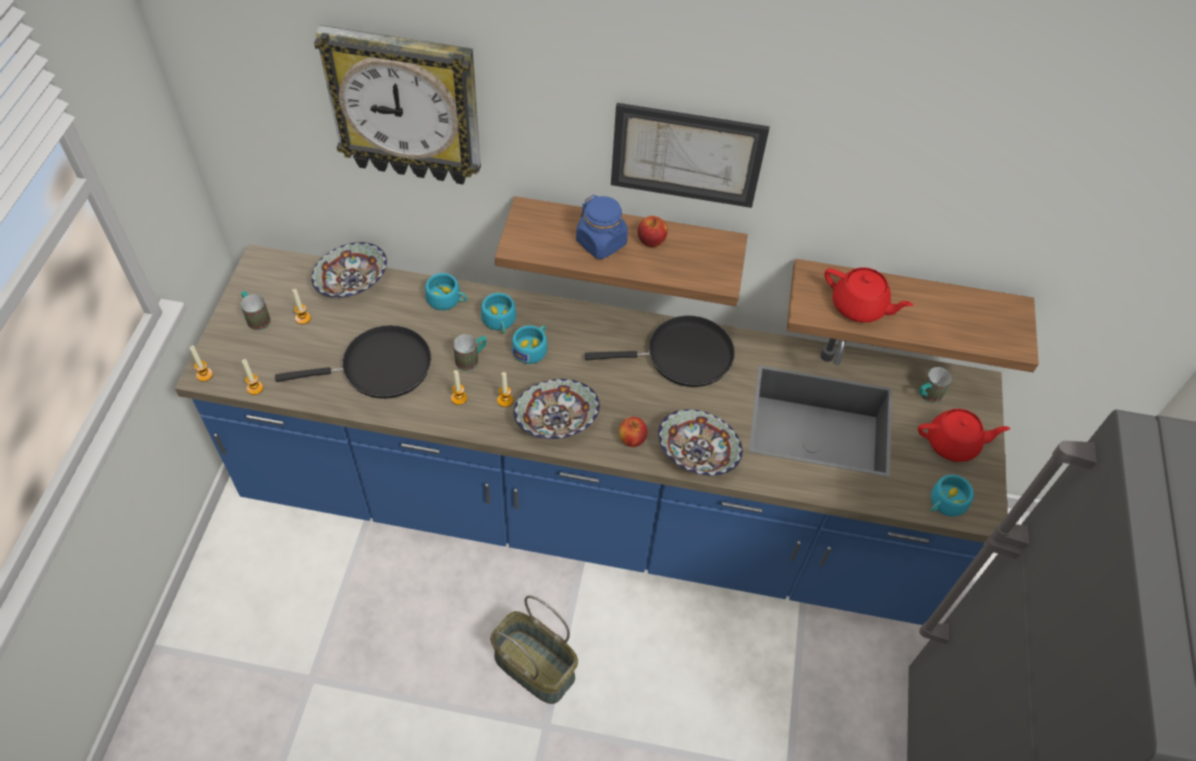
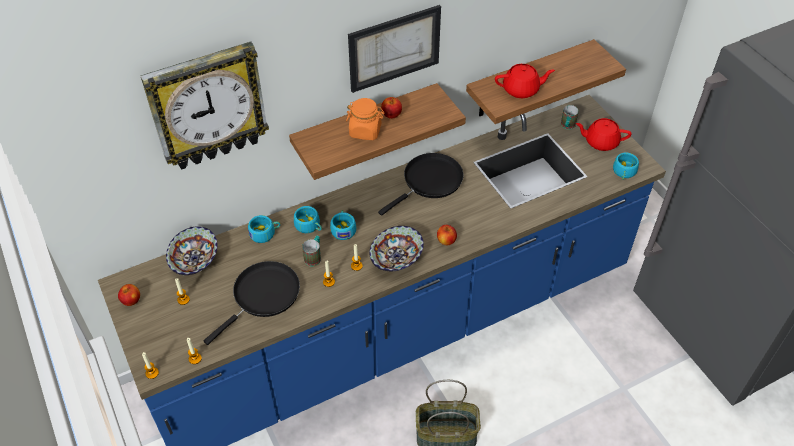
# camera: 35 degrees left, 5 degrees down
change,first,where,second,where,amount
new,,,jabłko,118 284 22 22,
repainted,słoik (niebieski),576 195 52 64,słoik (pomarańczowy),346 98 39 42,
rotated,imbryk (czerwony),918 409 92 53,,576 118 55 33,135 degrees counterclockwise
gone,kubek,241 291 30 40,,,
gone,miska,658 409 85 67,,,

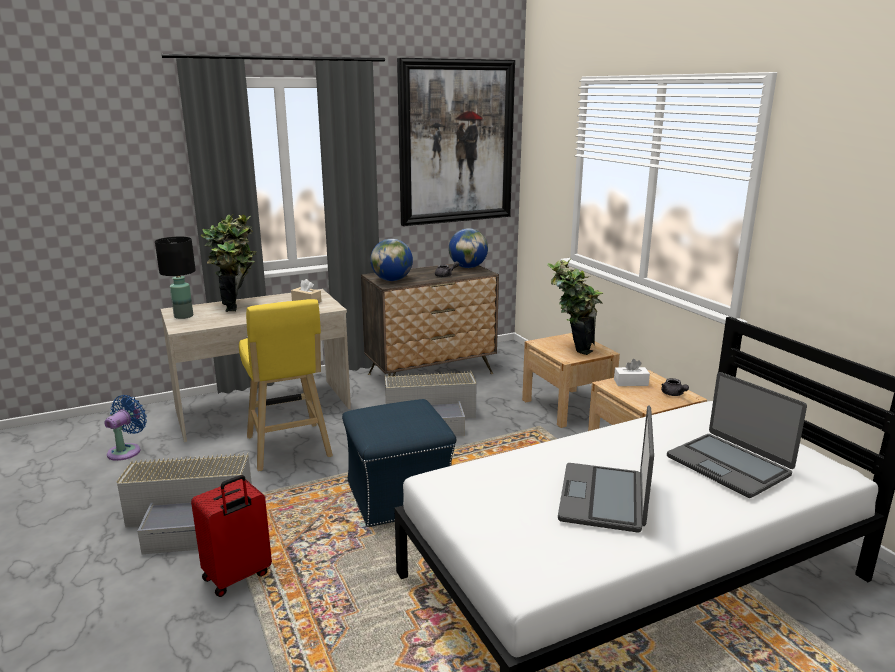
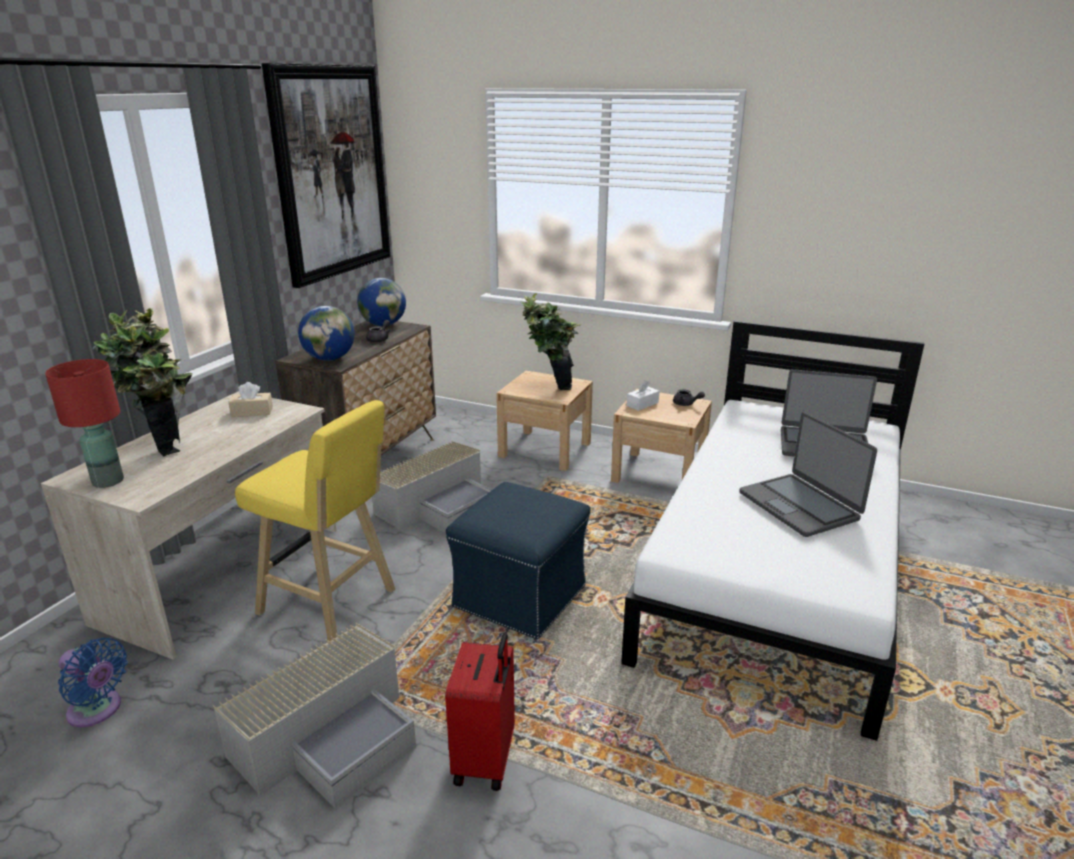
# camera: 40 degrees left, 5 degrees up
change,first,where,second,where,amount
repainted,lampa stołowa (czarny),155 237 41 82,lampa stołowa (czerwony),45 359 79 129,
rotated,wentylator (niebieski),104 395 43 66,,58 638 70 89,135 degrees clockwise

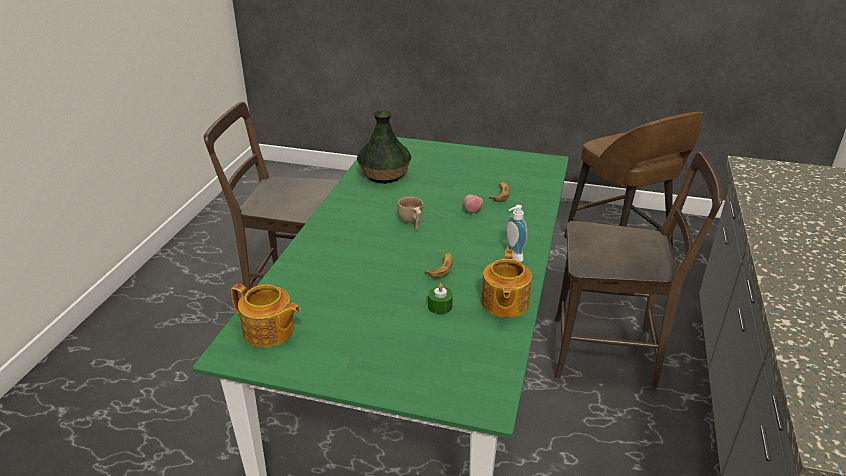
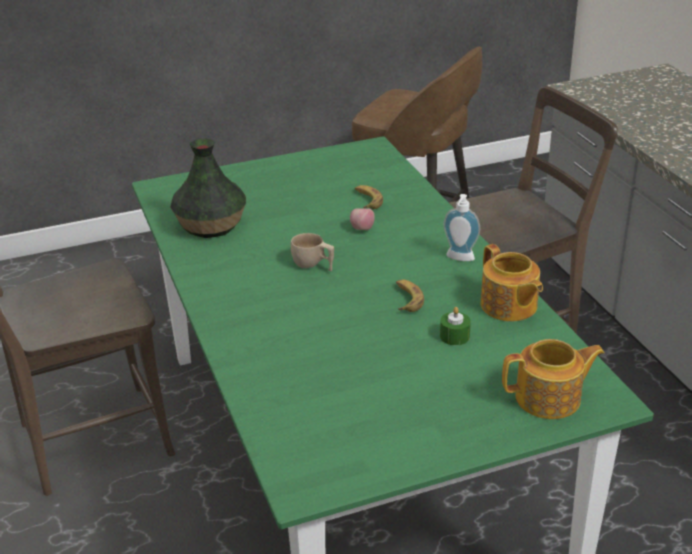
# camera: 35 degrees left, 0 degrees up
change,first,where,second,where,amount
shifted,imbryk,231 284 70 64,,502 339 103 80,

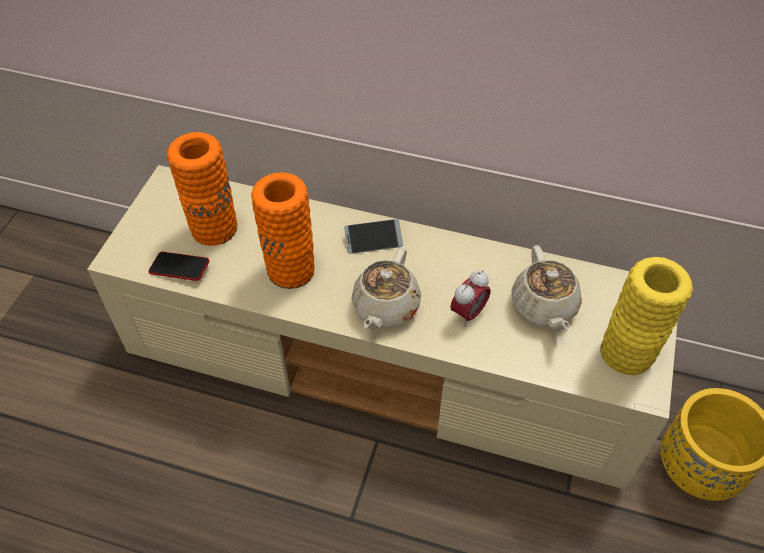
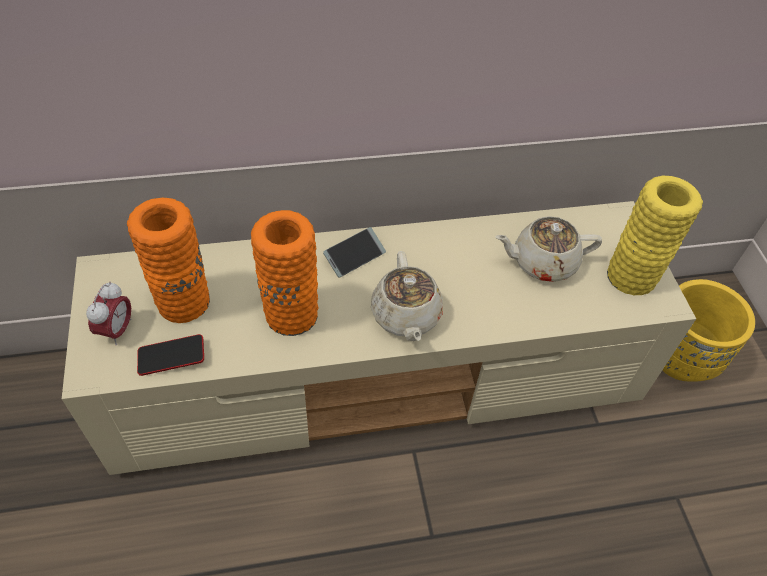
# camera: 30 degrees left, 0 degrees up
change,first,where,second,where,amount
shifted,budzik,450 270 40 56,,86 281 46 64,
rotated,imbryk (beżowy),511 245 71 86,,495 216 107 66,120 degrees clockwise

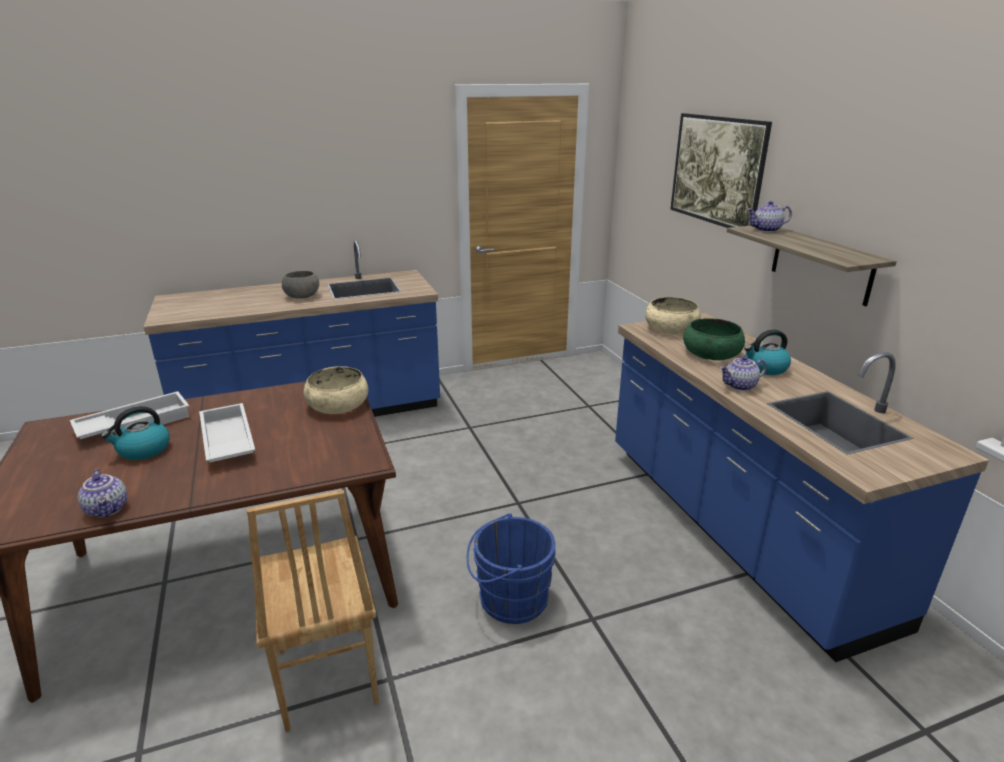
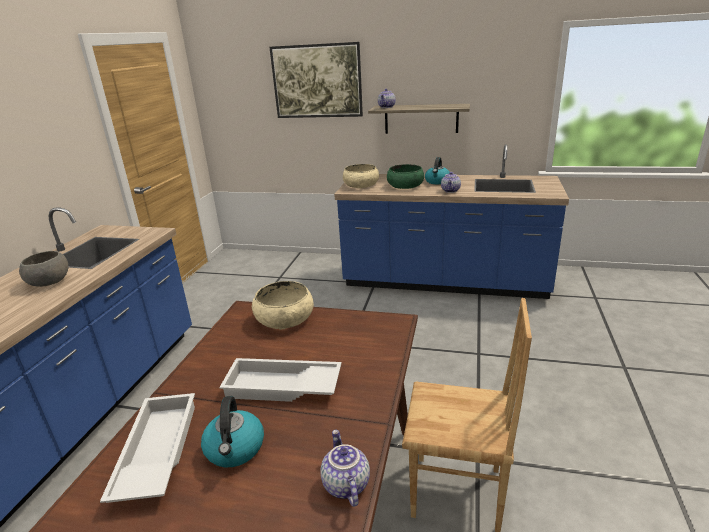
# camera: 55 degrees left, 0 degrees up
change,first,where,second,where,amount
rotated,imbryk,78 469 49 49,,320 430 50 77,105 degrees counterclockwise
gone,wiadro (niebieski),467 513 89 111,,,

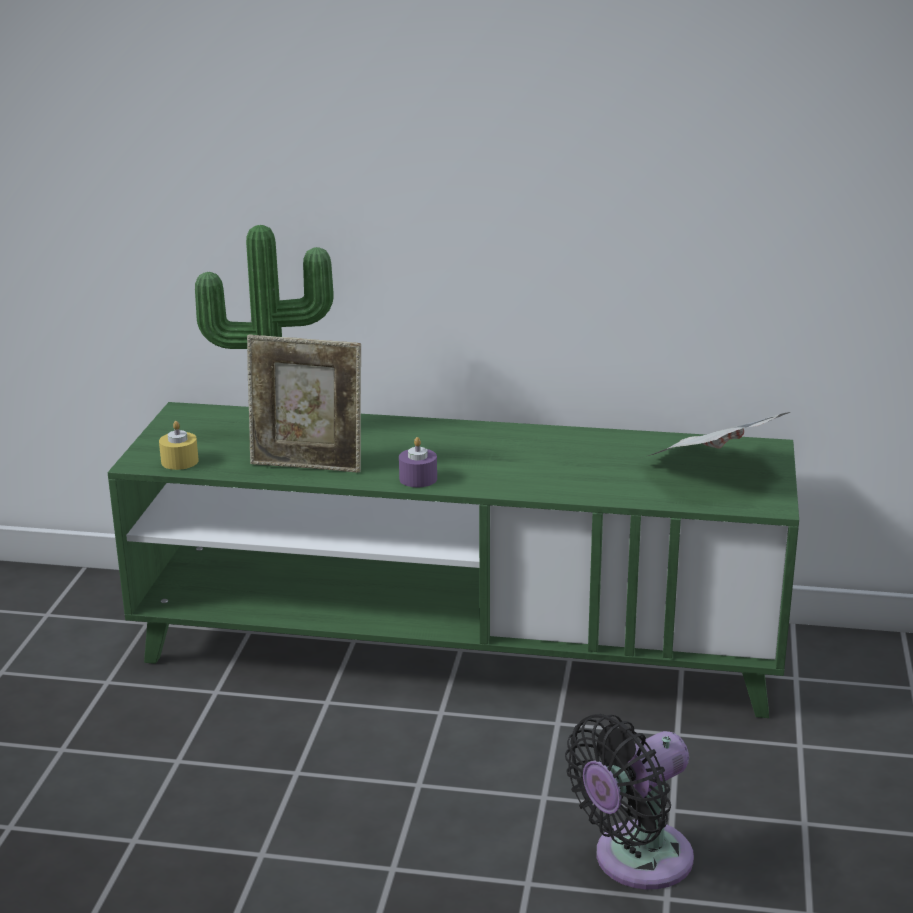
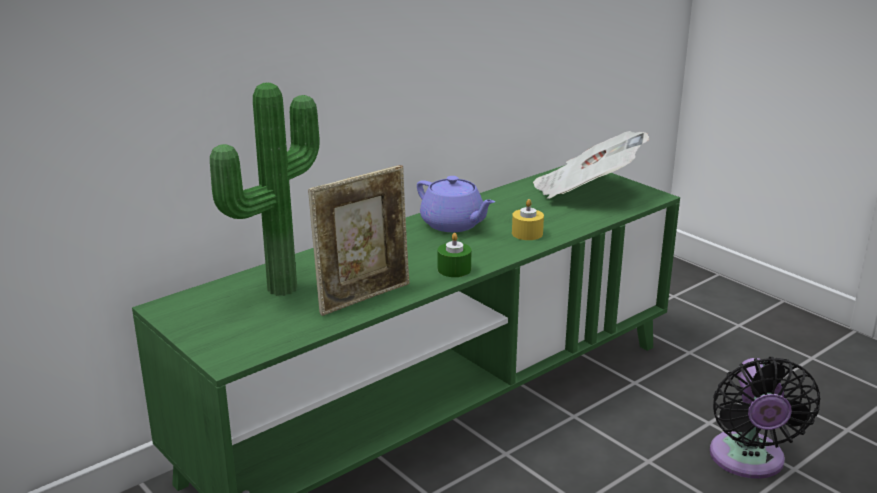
# camera: 50 degrees left, 0 degrees up
change,first,where,second,where,amount
new,,,imbryk (fioletowy),417 176 78 56,
repainted,świeca (fioletowy),399 437 38 50,świeca (zielony),438 233 33 44,
shifted,świeca (żółty),159 421 40 49,,512 199 32 41,

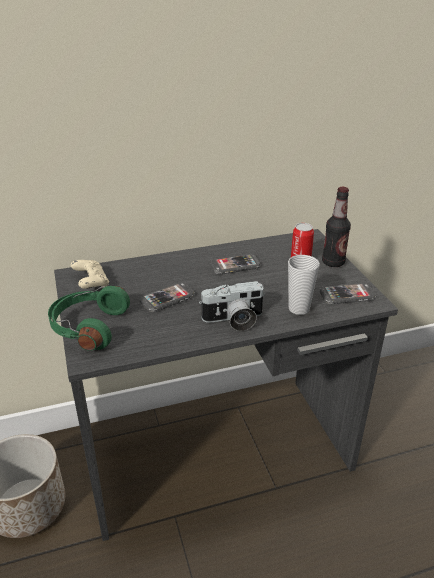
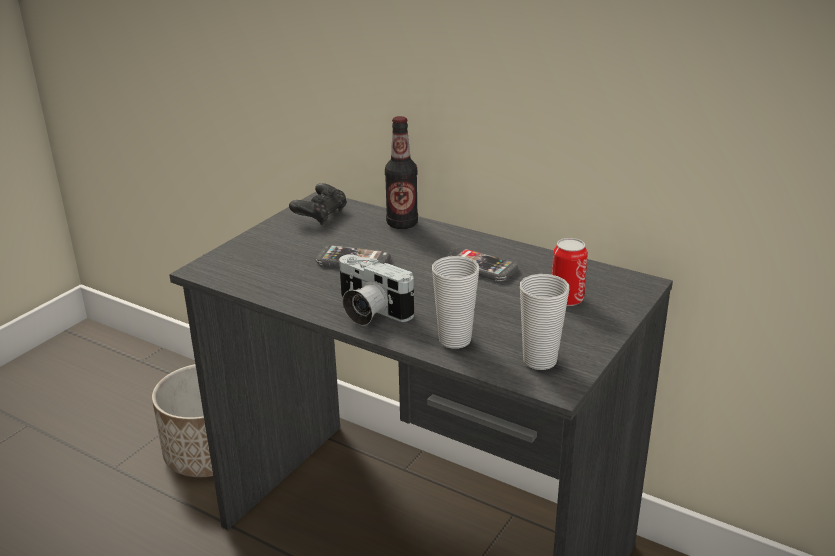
# camera: 50 degrees right, 5 degrees down
change,first,where,second,where,amount
repainted,pad do gier (beżowy),71 260 38 29,pad do gier (czarny),289 183 58 42,
shifted,butelka,322 187 29 80,,385 116 33 113,
swapped,telefon,320 283 56 21,filiżanka,520 274 49 96,
gone,słuchawki (zielony),48 286 82 65,,,

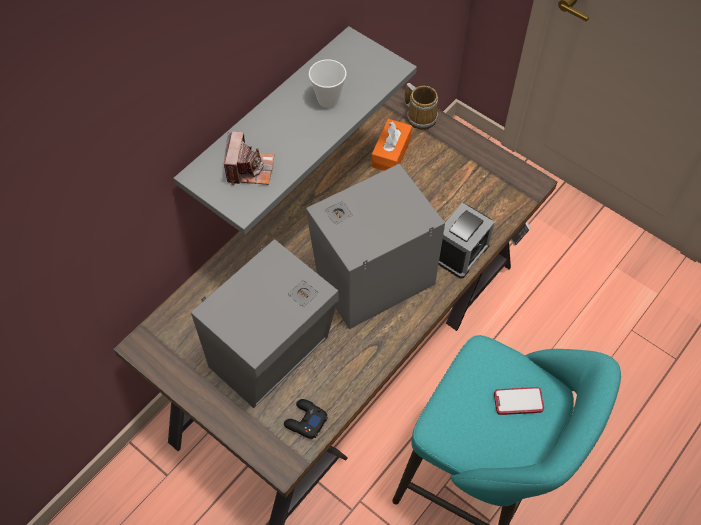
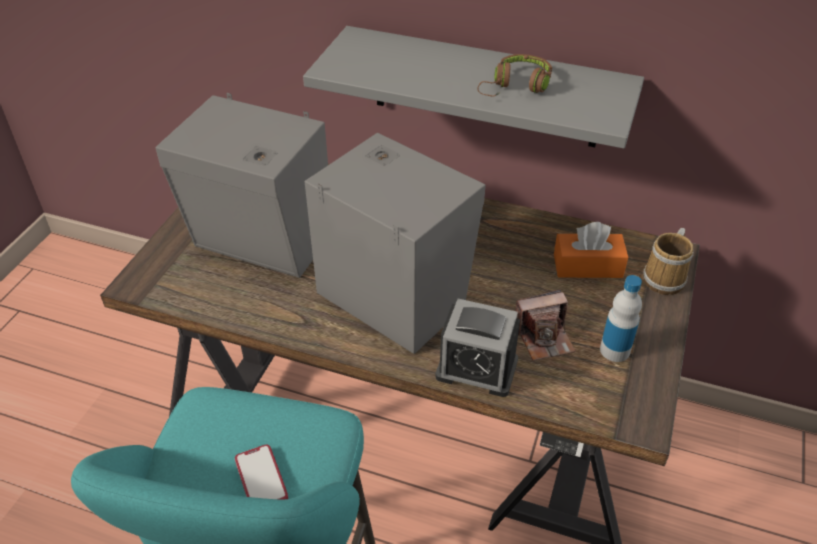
# camera: 70 degrees right, 15 degrees down
change,first,where,second,where,amount
swapped,filiżanka,309 59 37 49,słuchawki (brązowy),477 54 75 43,
shifted,aparat fotograficzny,224 131 51 54,,516 289 60 72,
new,,,butelka,600 275 42 87,
gone,pad do gier (czarny),284 399 44 40,,,

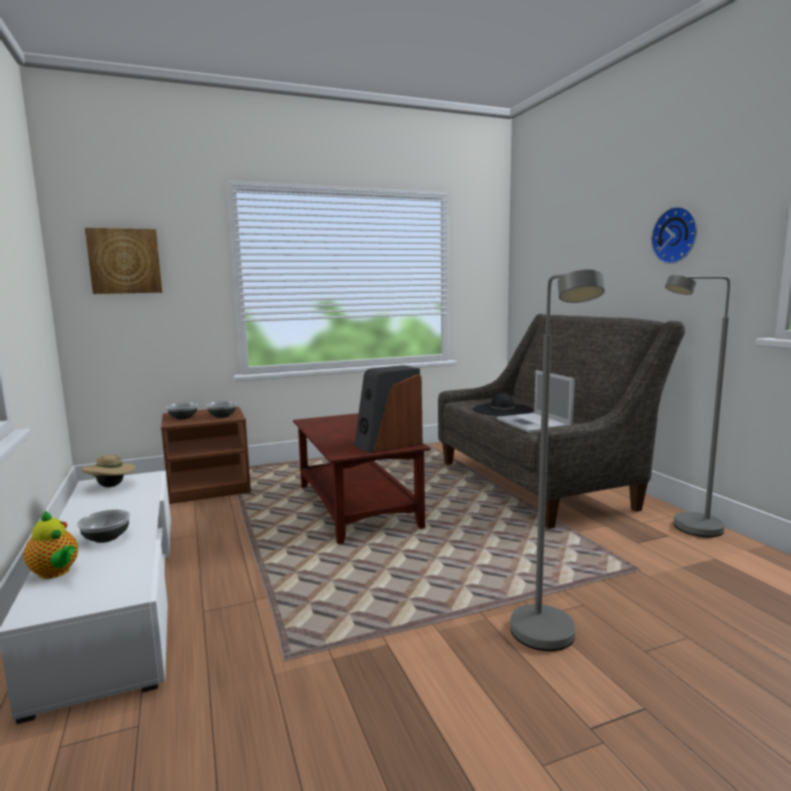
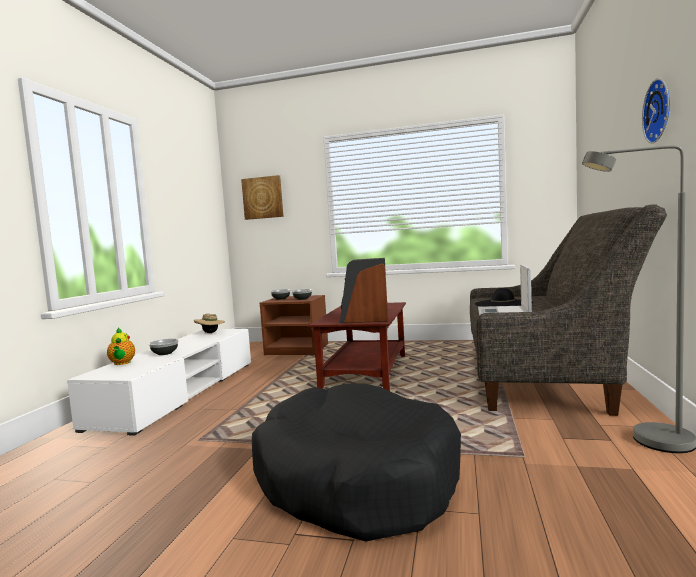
# camera: 35 degrees right, 5 degrees down
change,first,where,second,where,amount
swapped,lampa stojąca (szary),510 269 95 382,legowisko (czarny),252 384 209 157,

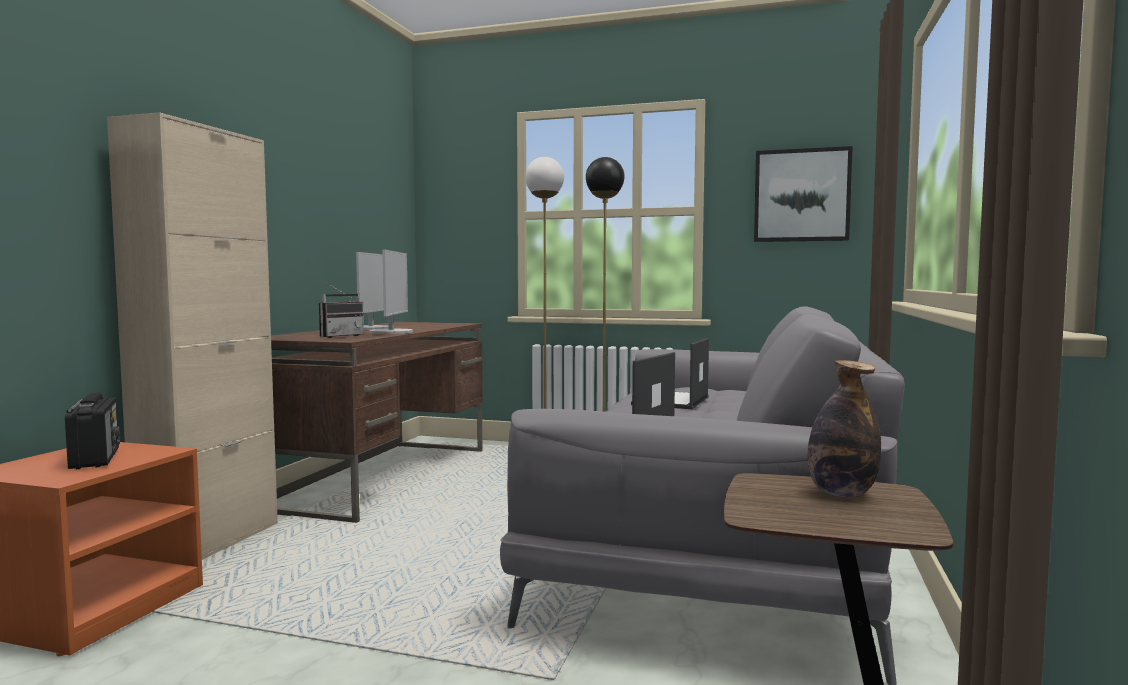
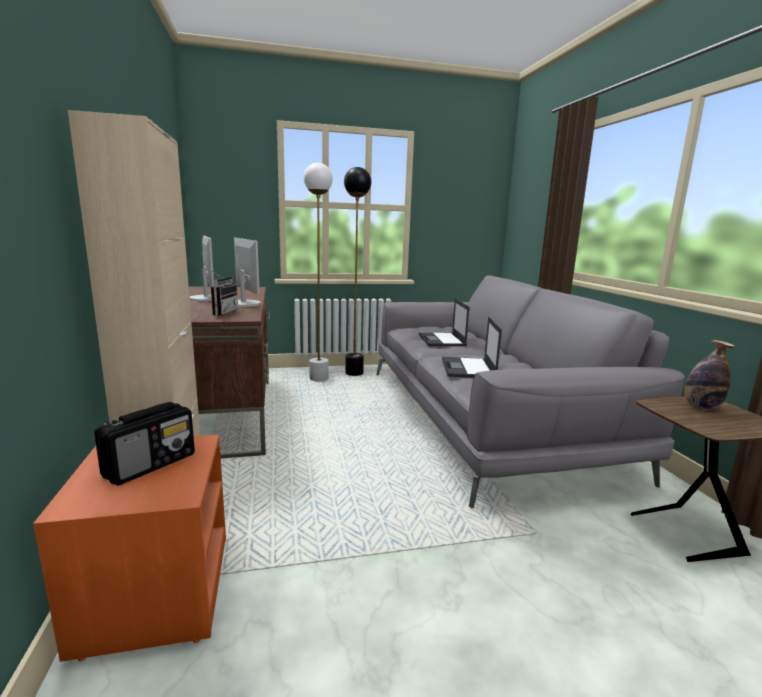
# camera: 30 degrees left, 10 degrees up
change,first,where,second,where,amount
rotated,radio,65 393 55 76,,94 402 101 84,90 degrees clockwise
gone,obraz,754 146 99 96,,,

